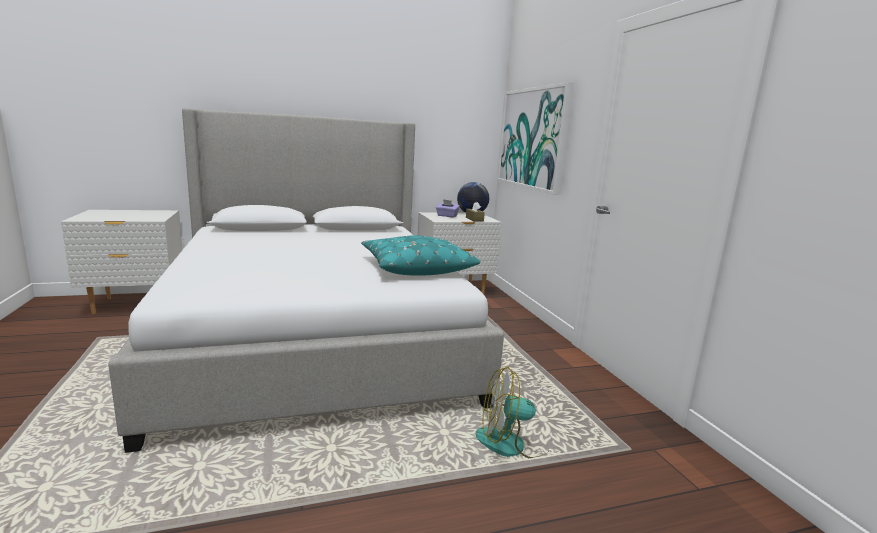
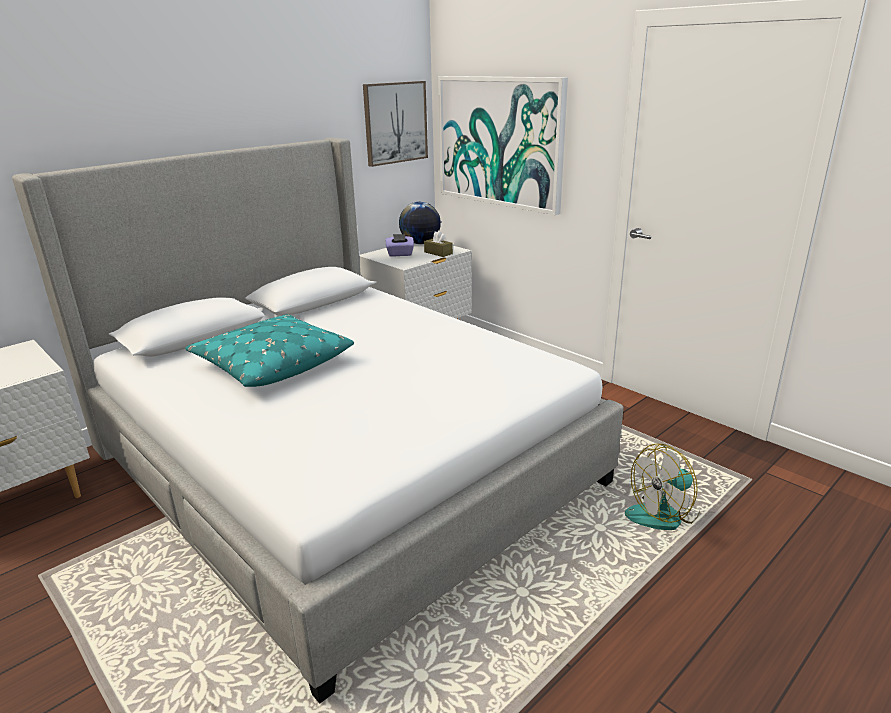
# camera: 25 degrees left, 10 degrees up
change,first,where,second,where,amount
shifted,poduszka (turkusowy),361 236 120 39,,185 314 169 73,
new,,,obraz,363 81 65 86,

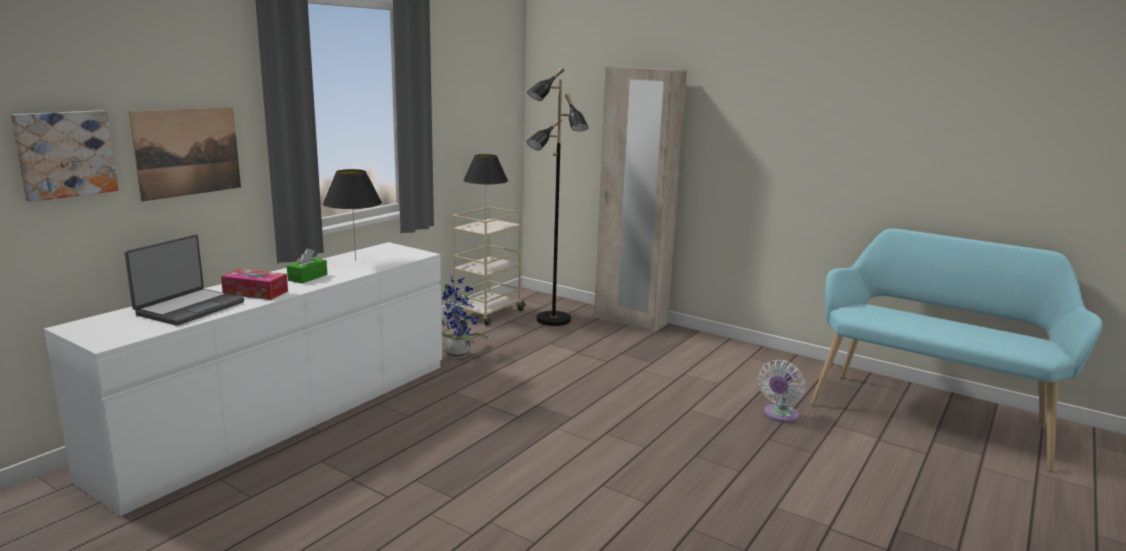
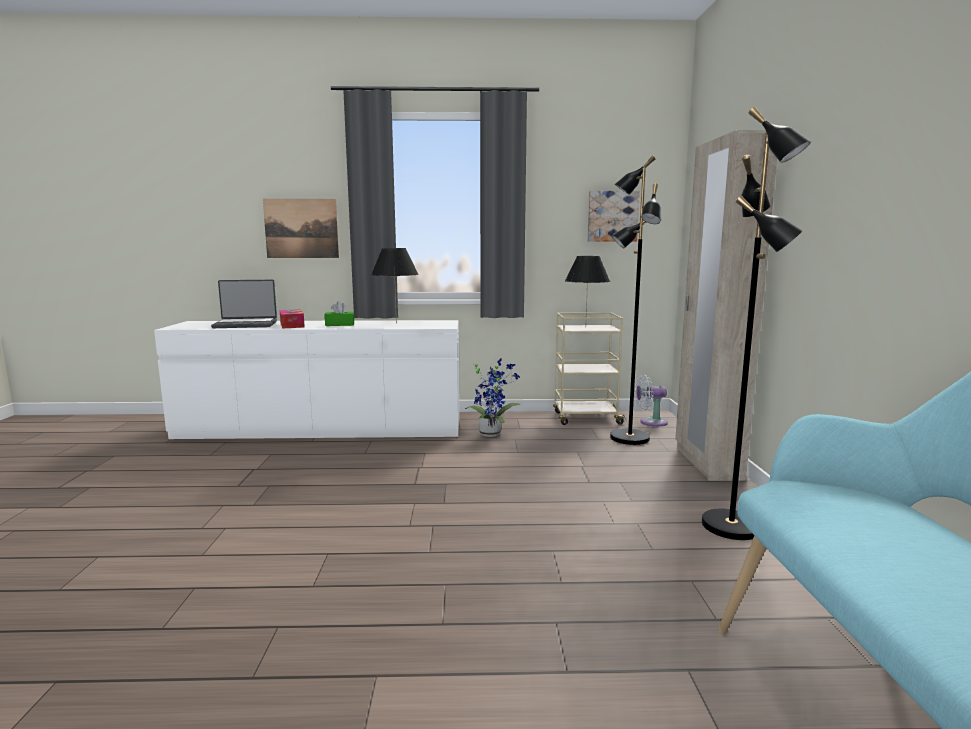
# camera: 55 degrees right, 5 degrees down
change,first,where,second,where,amount
shifted,obraz,11 110 107 92,,588 191 52 51,
shifted,wentylator (biały),758 360 47 63,,635 375 33 52,
new,,,lampa stojąca (czarny),702 107 109 433,

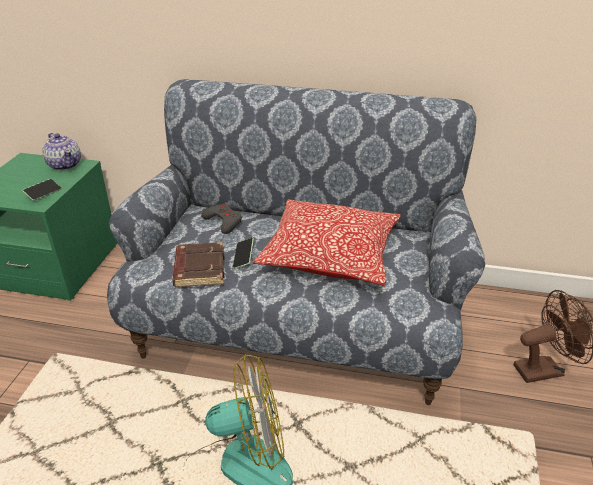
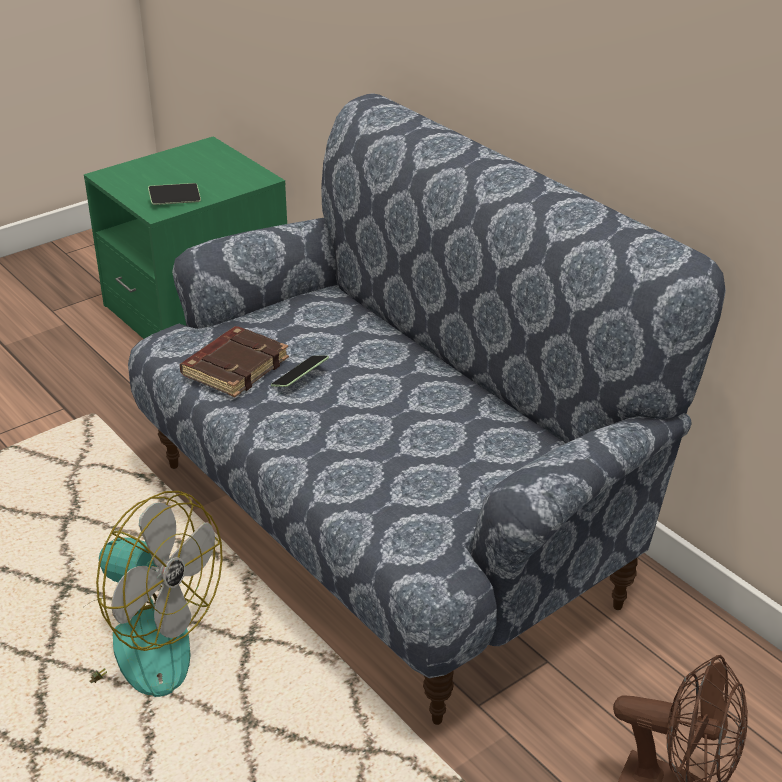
# camera: 40 degrees right, 0 degrees up
change,first,where,second,where,amount
gone,imbryk,42 133 39 38,,,
gone,pad do gier (szary),201 204 41 30,,,
gone,poduszka,253 199 148 87,,,

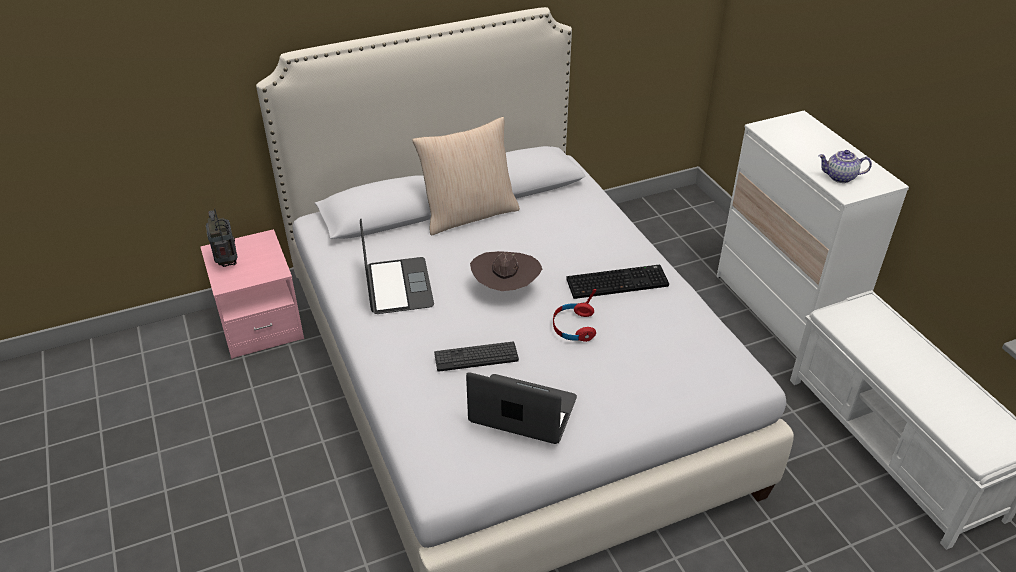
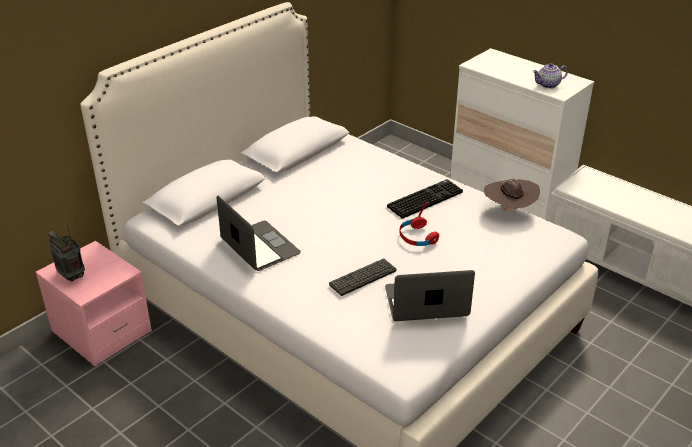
# camera: 25 degrees left, 5 degrees down
change,first,where,second,where,amount
shifted,kapelusz (brązowy),470 251 72 40,,484 179 56 32,
gone,poduszka (beżowy),412 117 108 119,,,

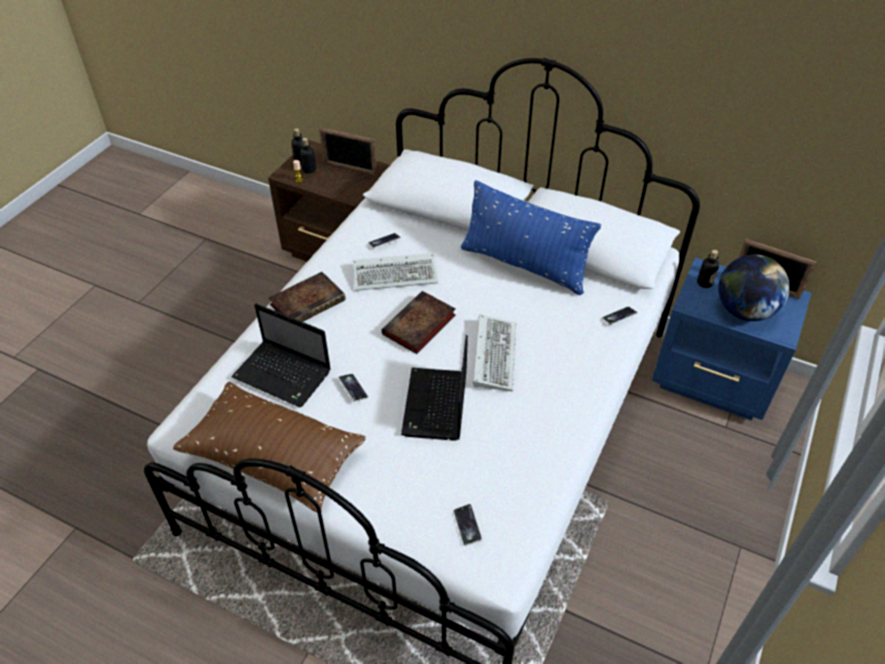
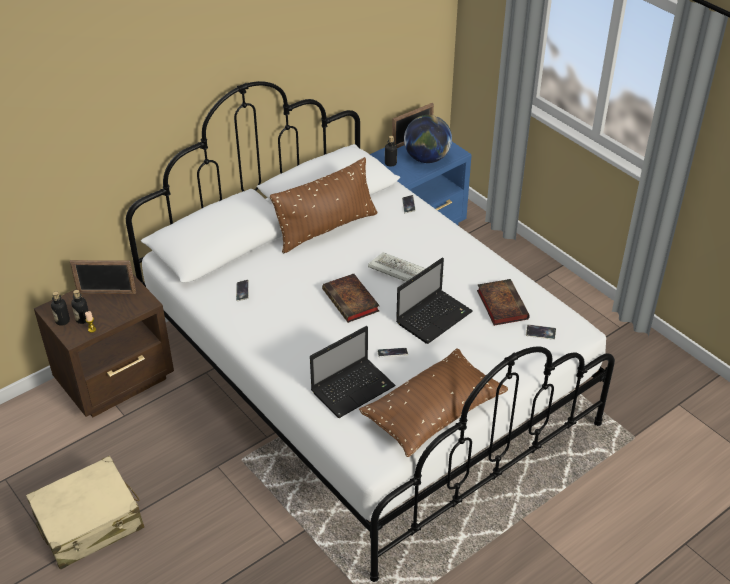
# camera: 65 degrees left, 5 degrees down
change,first,where,second,where,amount
new,,,walizka (beżowy),26 456 118 113,
rotated,ramka na zdjęcie,319 127 58 49,,70 260 66 34,45 degrees clockwise
repainted,poduszka (niebieski),461 180 140 115,poduszka (brązowy),270 157 108 96,
rotated,laptop,401 335 67 106,,396 257 77 87,75 degrees counterclockwise
shifted,książka,269 272 77 50,,477 279 53 47,
gone,klawiatura,353 253 85 38,,,

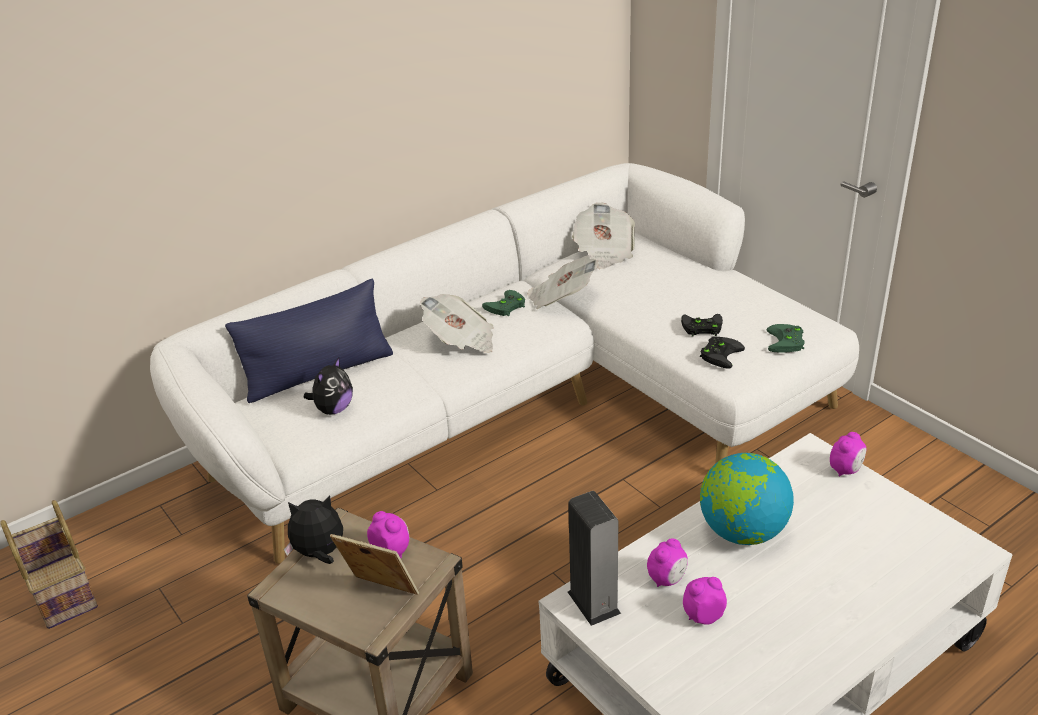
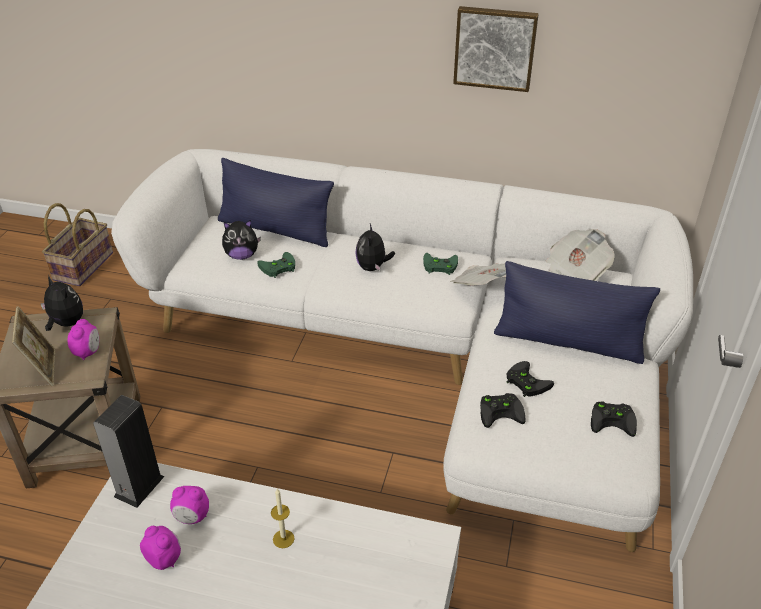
# camera: 50 degrees right, 5 degrees up
change,first,where,second,where,amount
shifted,pad do gier (zielony),767 324 38 29,,257 252 38 26,
swapped,globus,700 453 94 92,świeca,271 489 24 59,
swapped,gazeta,420 294 74 59,pluszak,355 224 40 47,
new,,,obraz,453 6 86 86,
new,,,poduszka (niebieski),494 261 166 103,
new,,,pad do gier (czarny),591 401 46 36,
gone,budzik,830 432 37 45,,,

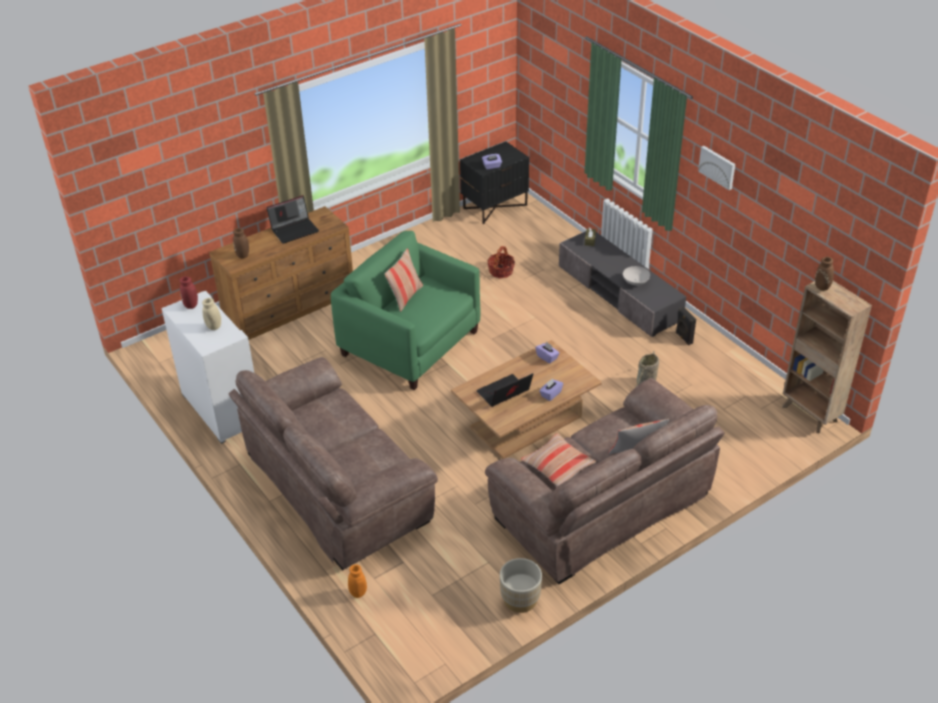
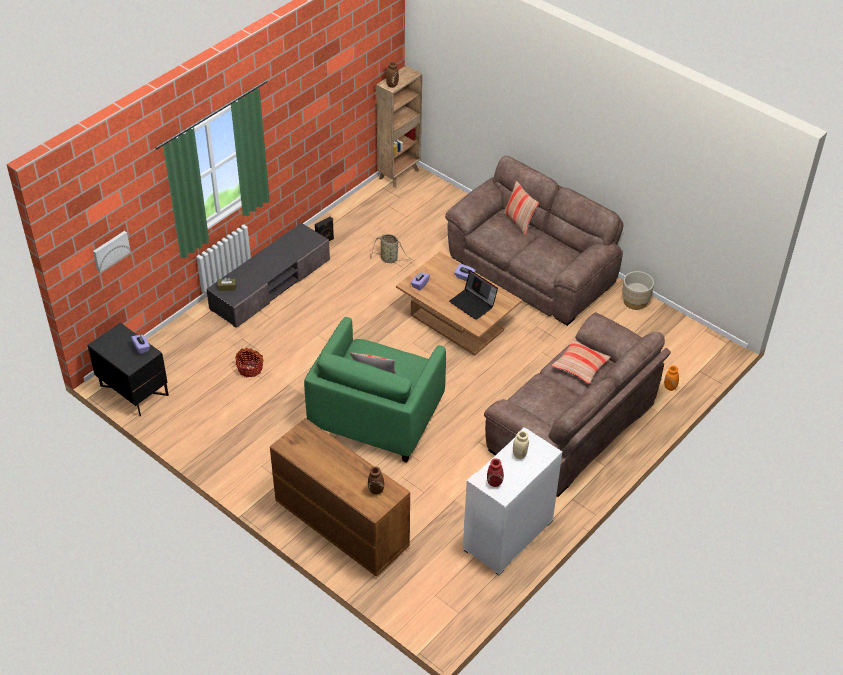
# camera: 105 degrees left, 5 degrees up
change,first,where,second,where,amount
shifted,obraz,698 146 37 44,,93 231 38 41,
shifted,poduszka,521 434 75 53,,552 339 58 45,
gone,laptop,267 195 52 49,,,
gone,miska (biały),623 266 27 19,,,

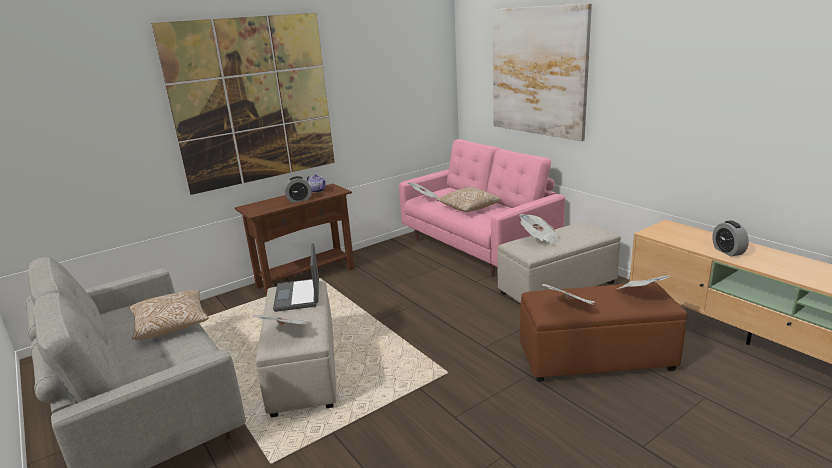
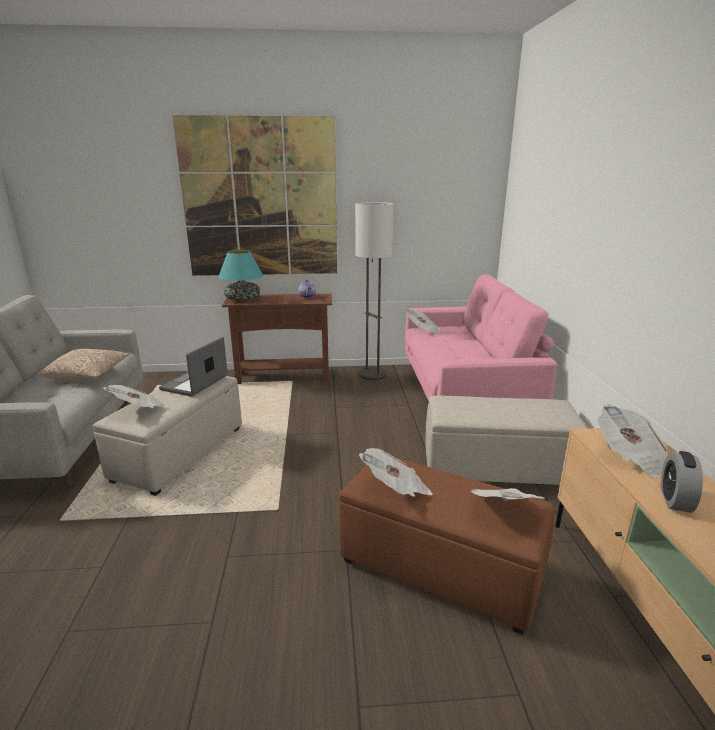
# camera: 30 degrees right, 0 degrees up
change,first,where,second,where,amount
new,,,lampa stołowa (turkusowy),218 250 45 51,
new,,,lampa stojąca,355 202 38 178,
shifted,gazeta,519 214 40 31,,597 404 71 74,
gone,budzik,284 176 28 27,,,
gone,poduszka,436 187 65 25,,,
gone,obraz,493 3 99 138,,,

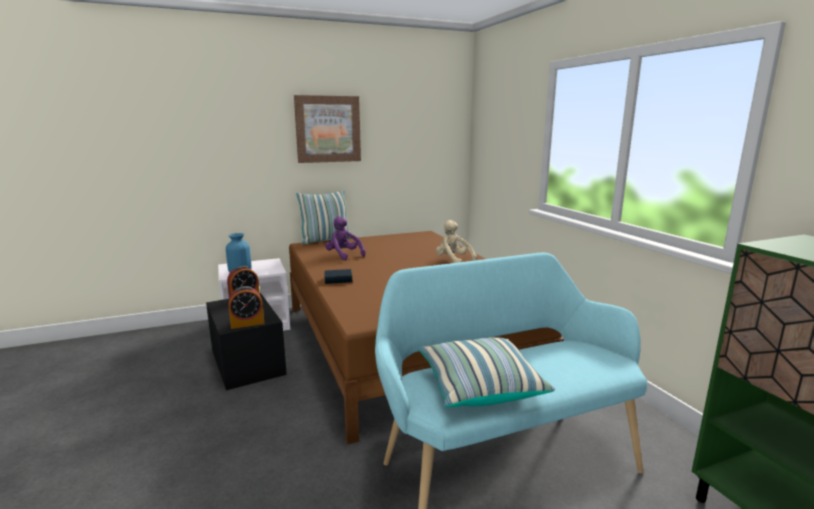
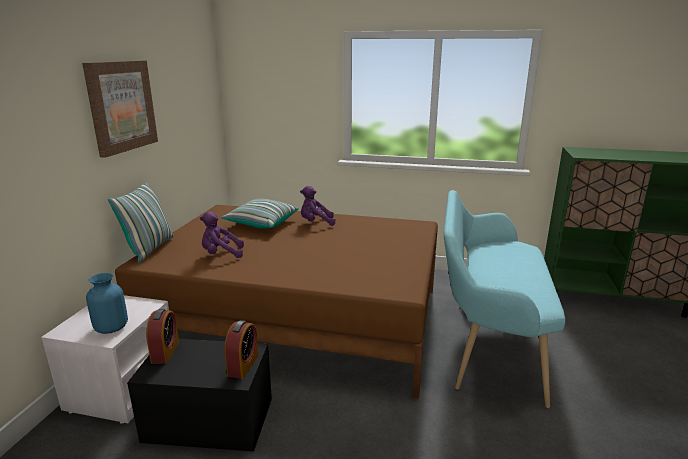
# camera: 55 degrees left, 5 degrees up
change,first,where,second,where,amount
shifted,poduszka,418 338 137 69,,221 199 77 30,
repainted,pluszak (beżowy),436 220 41 43,pluszak (fioletowy),300 186 35 40,
gone,książka,324 269 28 15,,,

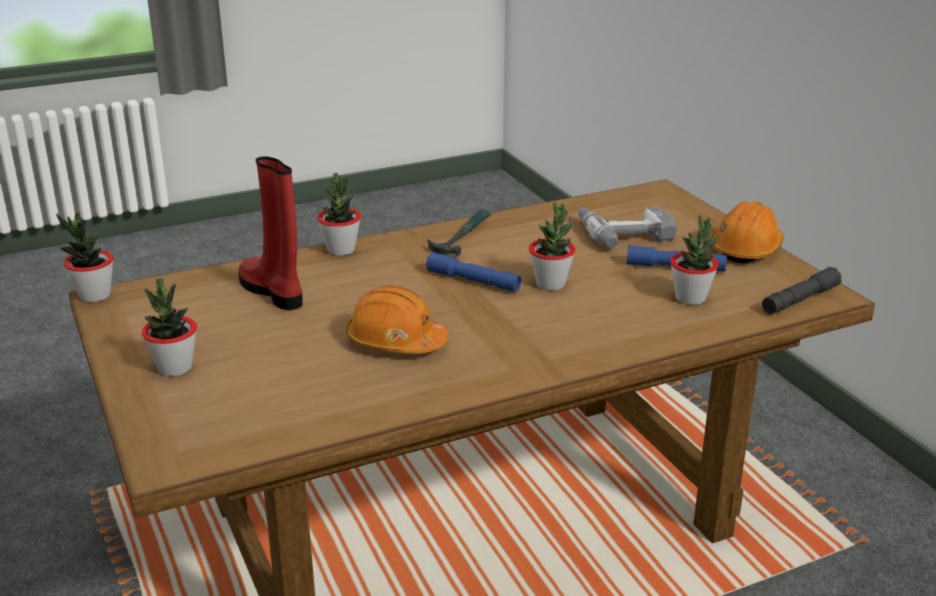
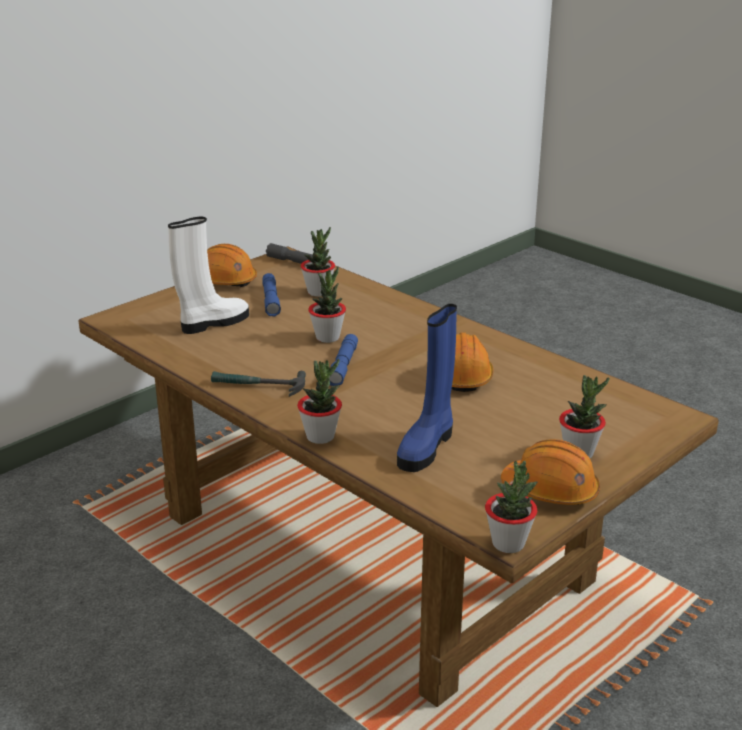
# camera: 110 degrees left, 0 degrees up
change,first,where,second,where,amount
swapped,wiertarka,578 207 99 42,but z cholewką (biały),168 217 81 117,
repainted,but z cholewką (czerwony),238 156 65 154,but z cholewką (niebieski),397 304 60 168,
new,,,kask (pomarańczowy),501 439 99 66,

